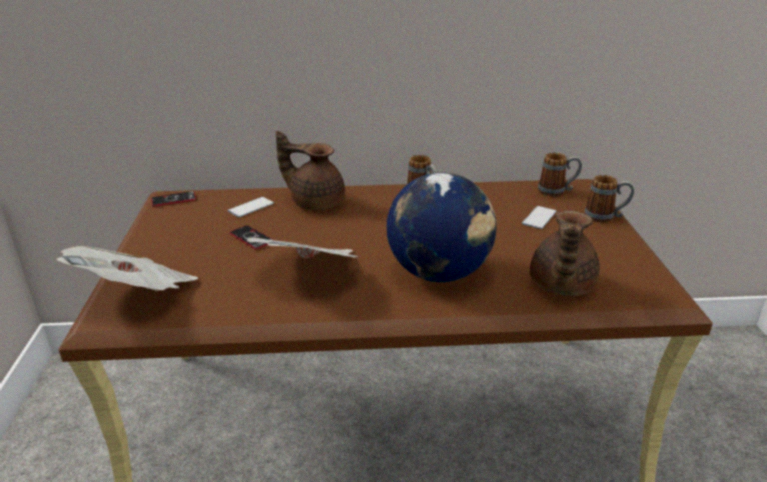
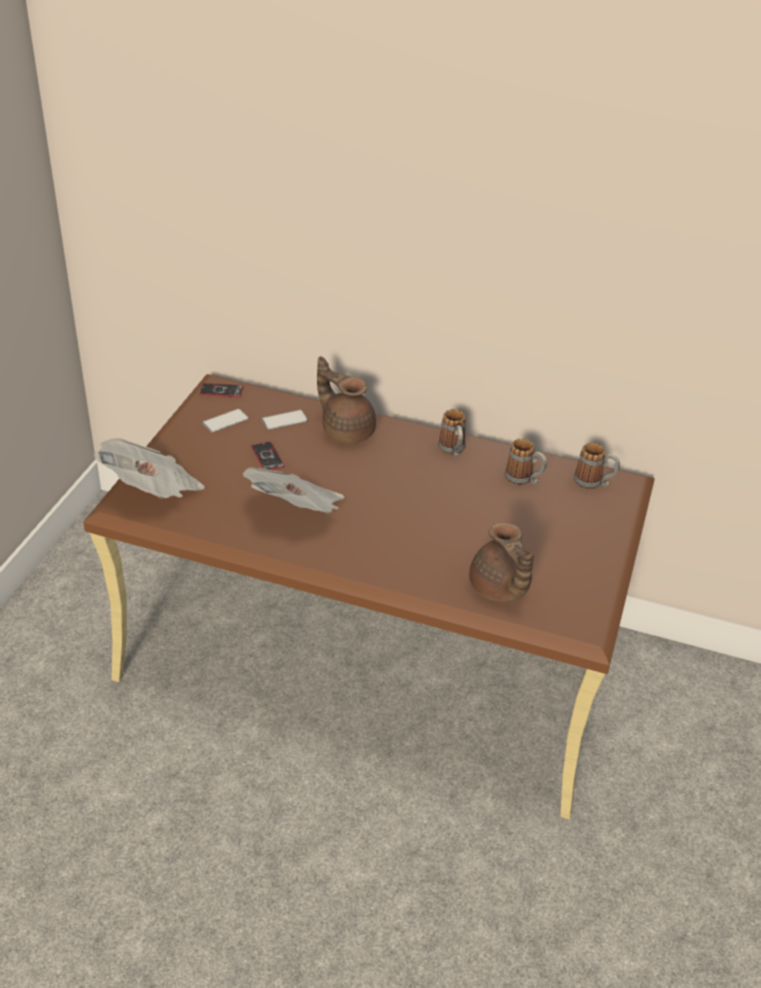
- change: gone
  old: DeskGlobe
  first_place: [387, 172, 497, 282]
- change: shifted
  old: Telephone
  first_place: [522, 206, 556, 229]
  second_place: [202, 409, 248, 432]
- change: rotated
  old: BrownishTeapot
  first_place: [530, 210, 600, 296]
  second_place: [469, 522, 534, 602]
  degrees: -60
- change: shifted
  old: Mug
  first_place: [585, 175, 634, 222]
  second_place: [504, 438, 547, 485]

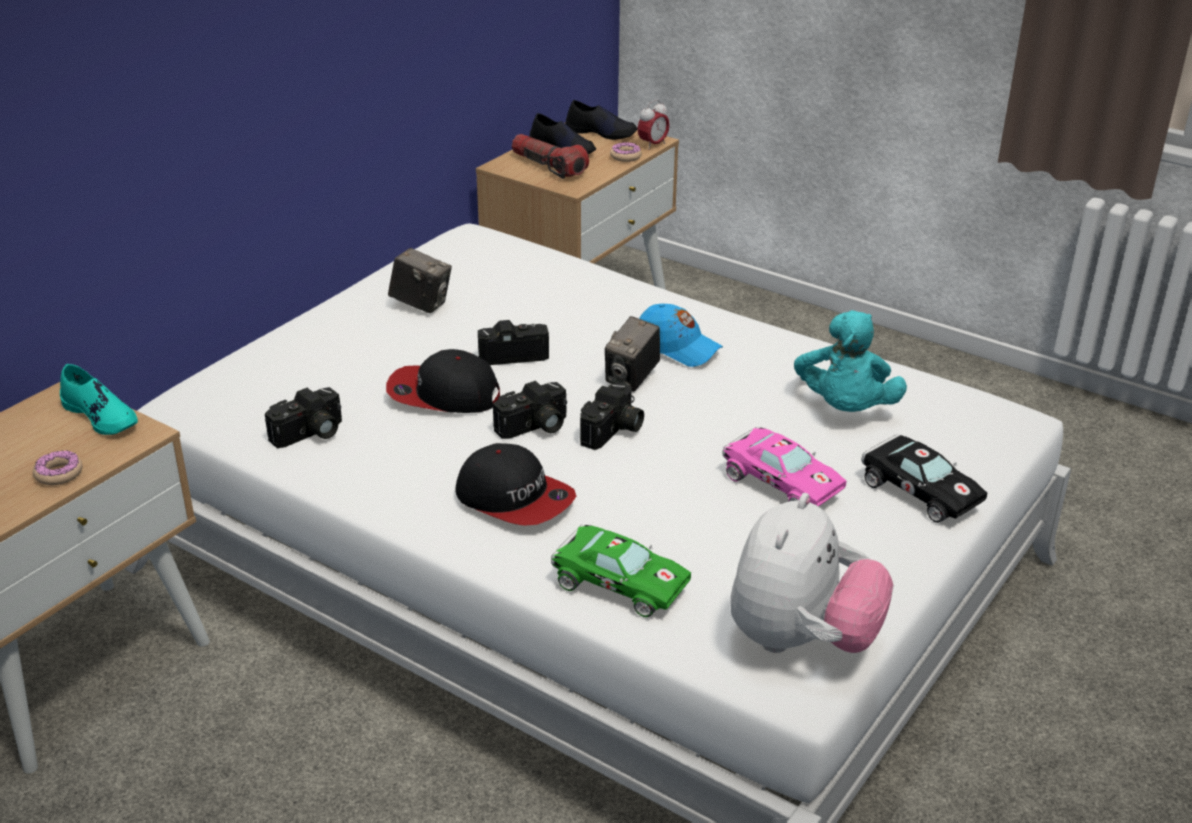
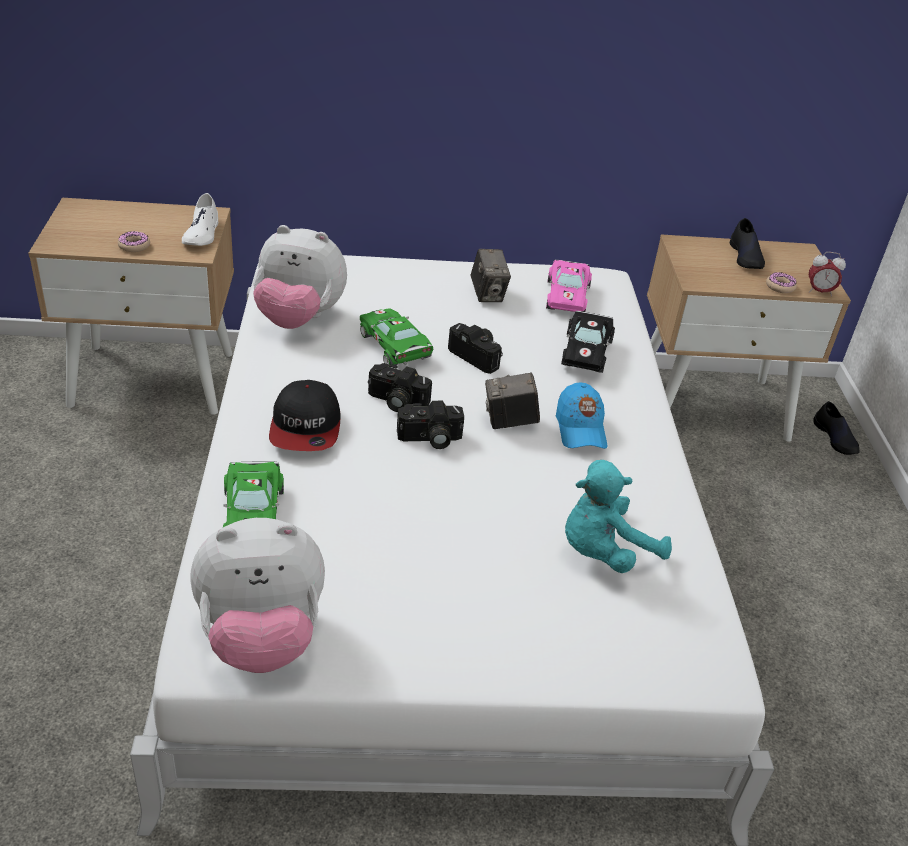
- change: repainted
  old: BlueGreenItemOfFootwear
  new: WhitishItemOfFootwear
  first_place: [60, 364, 138, 435]
  second_place: [182, 193, 218, 246]
- change: swapped
  old: StillCamera
  new: PlushToy
  first_place: [265, 387, 342, 448]
  second_place: [253, 225, 347, 329]
- change: swapped
  old: PeakedCap
  new: GreenModelCar
  first_place: [386, 349, 500, 413]
  second_place: [360, 308, 433, 366]
- change: gone
  old: HandTorch
  first_place: [512, 134, 589, 179]
- change: shifted
  old: BlackItemOfFootwear
  first_place: [566, 100, 638, 140]
  second_place: [813, 401, 860, 455]
- change: shifted
  old: PinkColouredModelCar
  first_place: [722, 427, 846, 506]
  second_place: [546, 260, 592, 312]
- change: shifted
  old: BlackModelCar
  first_place: [861, 434, 987, 523]
  second_place: [561, 311, 615, 373]

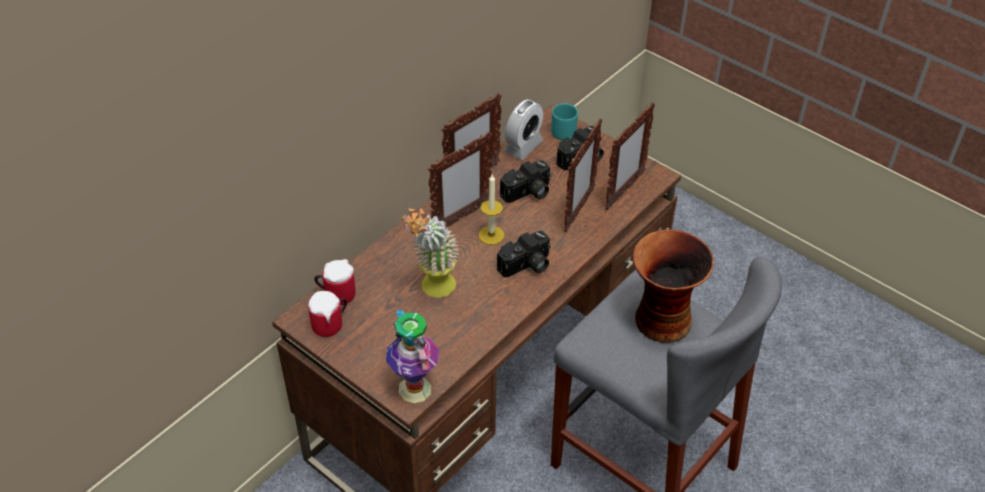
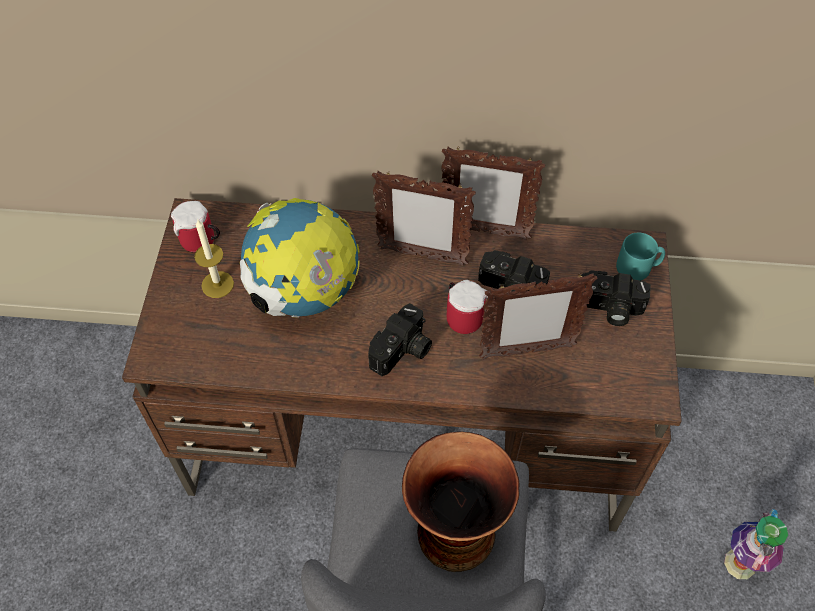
- change: shifted
  old: Mug
  first_place: [314, 259, 356, 305]
  second_place: [447, 280, 488, 334]
- change: shifted
  old: Vase
  first_place: [386, 310, 439, 403]
  second_place: [724, 509, 788, 579]
- change: swapped
  old: PottedPlant
  new: DeskGlobe
  first_place: [401, 208, 460, 298]
  second_place: [240, 198, 360, 318]
- change: shifted
  old: WaxLight
  first_place: [479, 175, 504, 245]
  second_place: [194, 220, 234, 298]
- change: rotated
  old: StillCamera
  first_place: [497, 231, 550, 277]
  second_place: [368, 303, 432, 376]
  degrees: -75
- change: gone
  old: TableClock
  first_place: [503, 100, 543, 160]
- change: gone
  old: StandingFrame
  first_place: [605, 102, 655, 210]

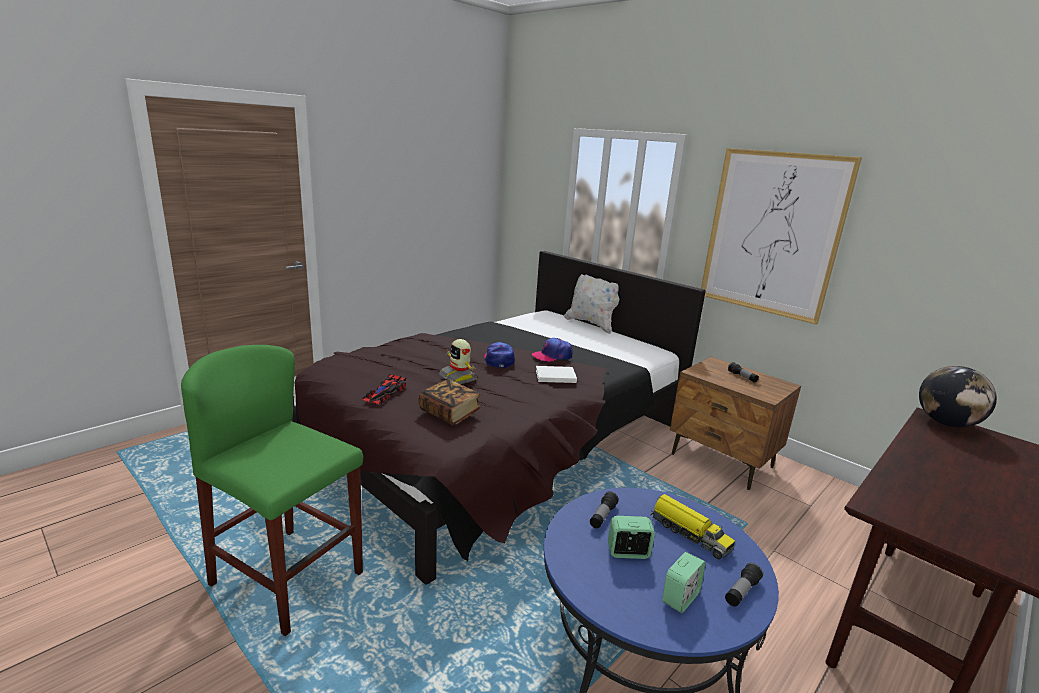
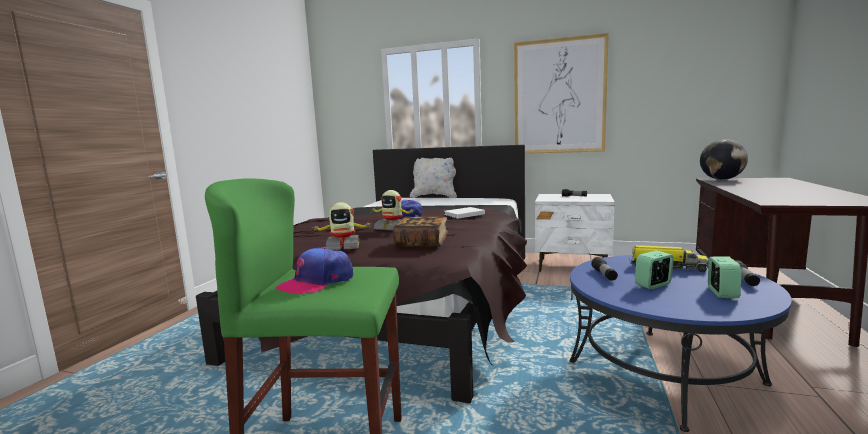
- change: swapped
  old: ModelCar
  new: ToyRobot
  first_place: [362, 374, 406, 404]
  second_place: [311, 202, 372, 250]
- change: shifted
  old: PeakedCap
  first_place: [532, 338, 573, 362]
  second_place: [276, 247, 353, 295]
- change: repainted
  old: BrownishBedsideTable
  new: WhitishBedsideTable
  first_place: [670, 357, 801, 490]
  second_place: [535, 194, 615, 272]

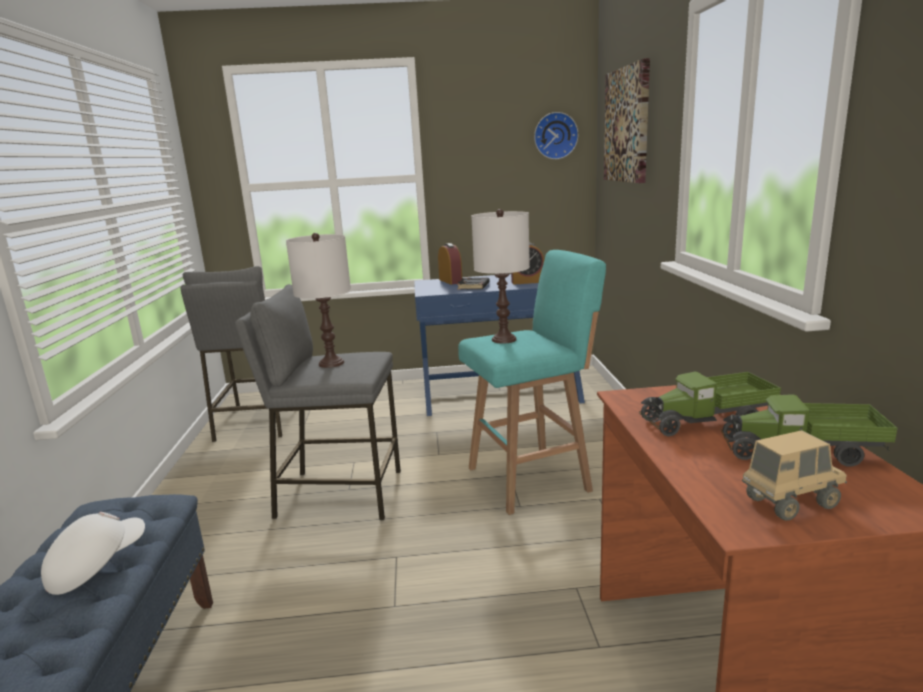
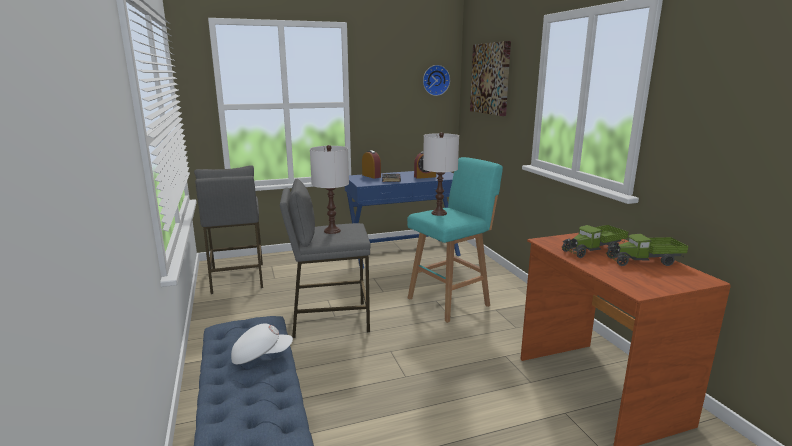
- change: rotated
  old: WhitishPeakedCap
  first_place: [41, 512, 145, 595]
  second_place: [231, 323, 293, 364]
  degrees: 60
- change: gone
  old: ToyTruck
  first_place: [742, 430, 847, 521]

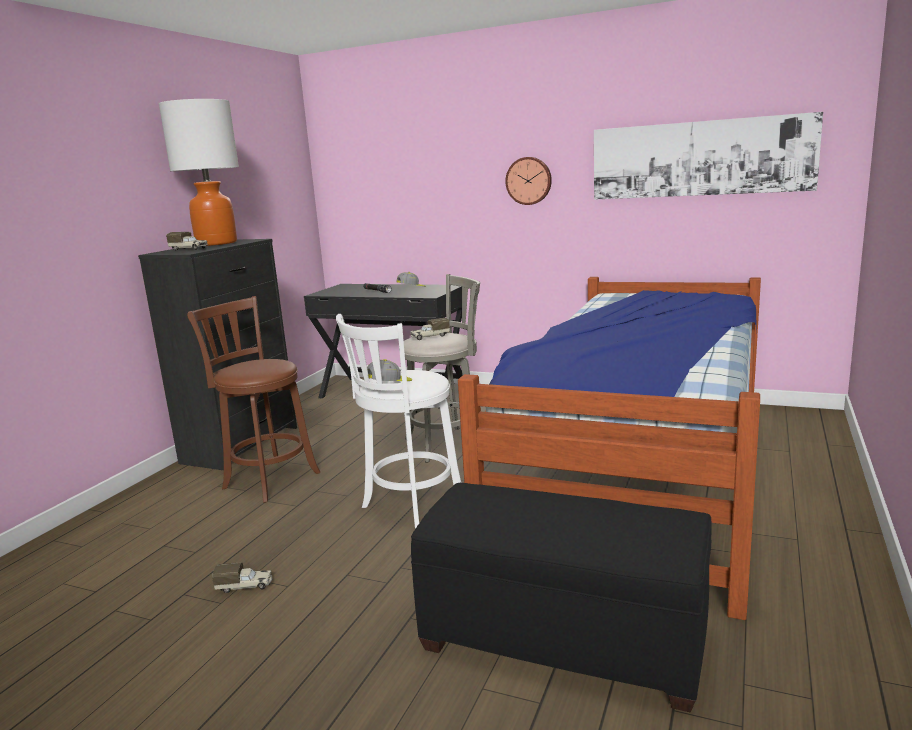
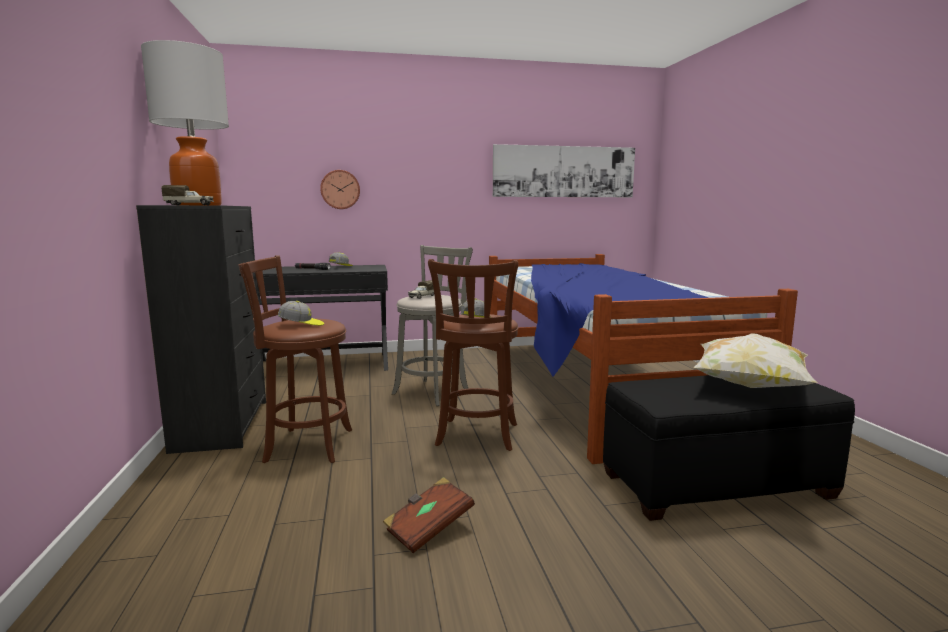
- change: swapped
  old: ToyTruck
  new: BrownishBoundBook
  first_place: [212, 563, 273, 593]
  second_place: [383, 477, 475, 553]
- change: repainted
  old: WhitishStool
  new: BrownishStool
  first_place: [336, 314, 461, 529]
  second_place: [428, 259, 519, 451]
- change: shifted
  old: ClockOnTheWall
  first_place: [505, 157, 552, 205]
  second_place: [320, 170, 360, 209]
- change: new
  new: PeakedCap
  second_place: [278, 301, 324, 326]
- change: new
  new: ThrowPillow
  second_place: [693, 333, 818, 388]

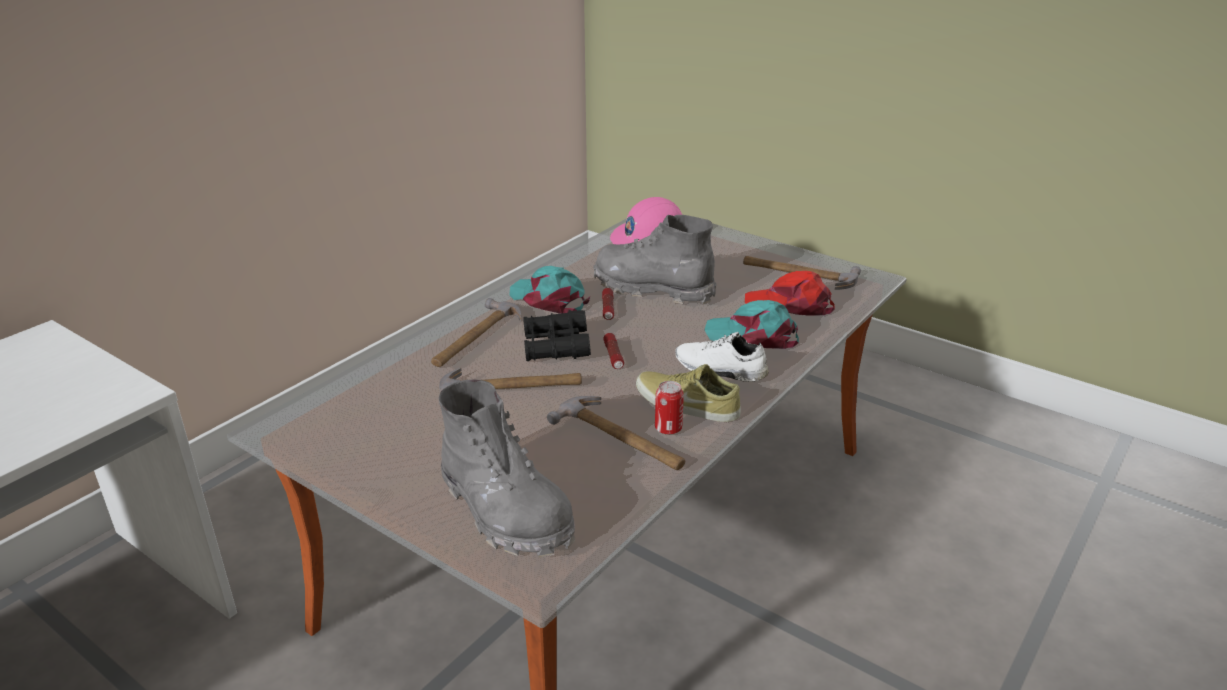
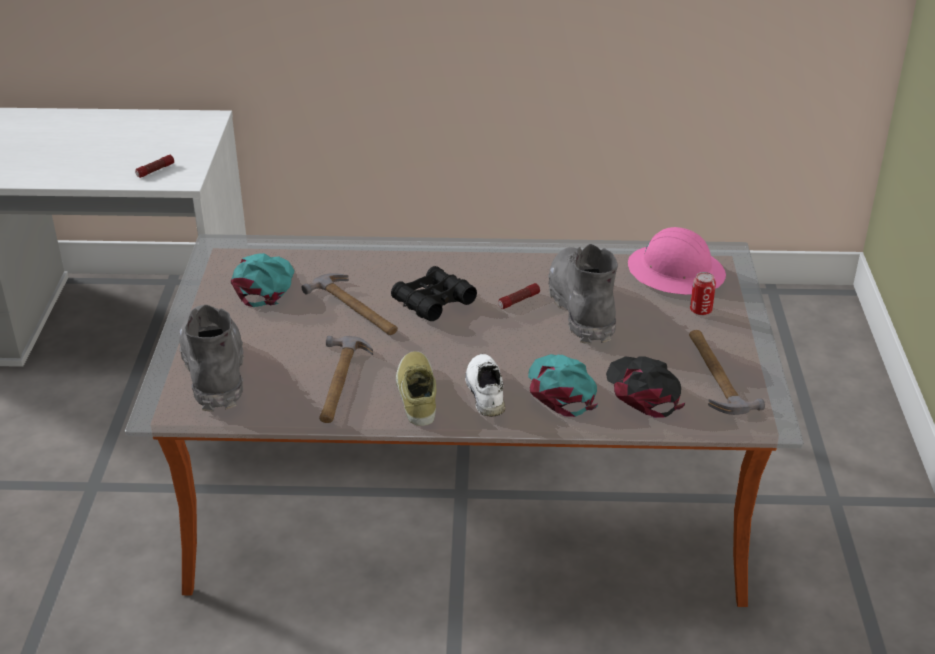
- change: gone
  old: Hammer
  first_place: [431, 298, 522, 367]
- change: rotated
  old: GreyishHighTopBoot
  first_place: [438, 379, 575, 558]
  second_place: [179, 305, 244, 412]
  degrees: 150
- change: shifted
  old: BlueGreenPeakedCap
  first_place: [509, 266, 590, 314]
  second_place: [231, 253, 294, 307]
- change: shifted
  old: HandTorch
  first_place: [603, 333, 624, 369]
  second_place: [135, 155, 174, 178]
- change: shifted
  old: MetalCan
  first_place: [655, 381, 684, 435]
  second_place: [690, 272, 716, 315]
- change: repainted
  old: ReddishPeakedCap
  new: BlackPeakedCap
  first_place: [745, 271, 835, 316]
  second_place: [606, 356, 686, 418]

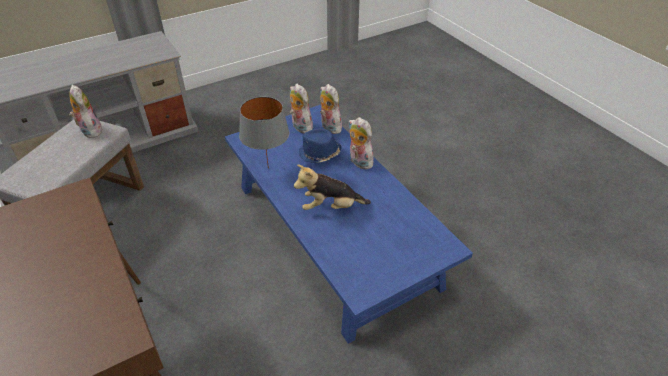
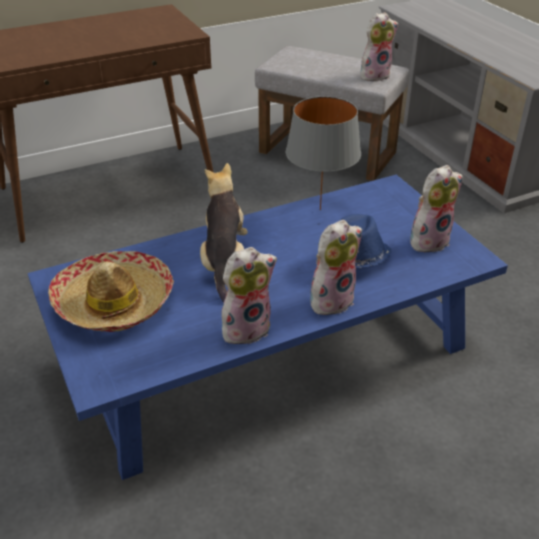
- change: shifted
  old: PlushToy
  first_place: [320, 84, 342, 134]
  second_place: [221, 247, 277, 344]
- change: new
  new: WearableHat
  second_place: [48, 251, 174, 332]

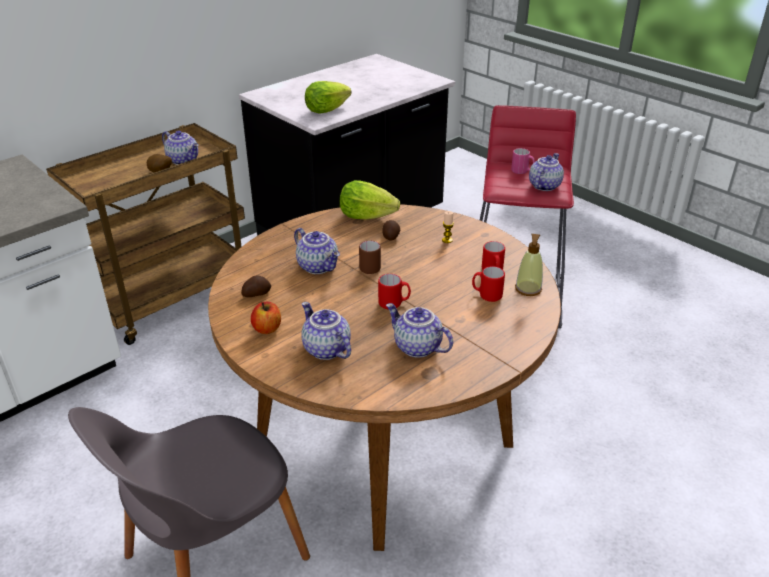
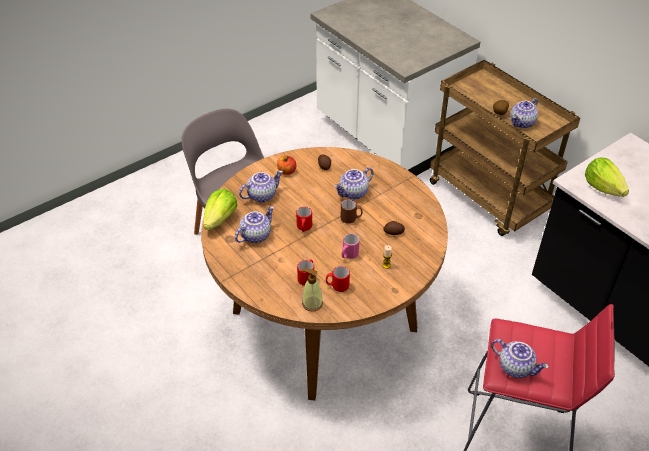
- change: shifted
  old: HeadOfLettuce
  first_place: [340, 180, 400, 219]
  second_place: [203, 189, 237, 230]
- change: shifted
  old: PinkColouredMug
  first_place: [511, 148, 535, 174]
  second_place: [341, 234, 360, 259]

